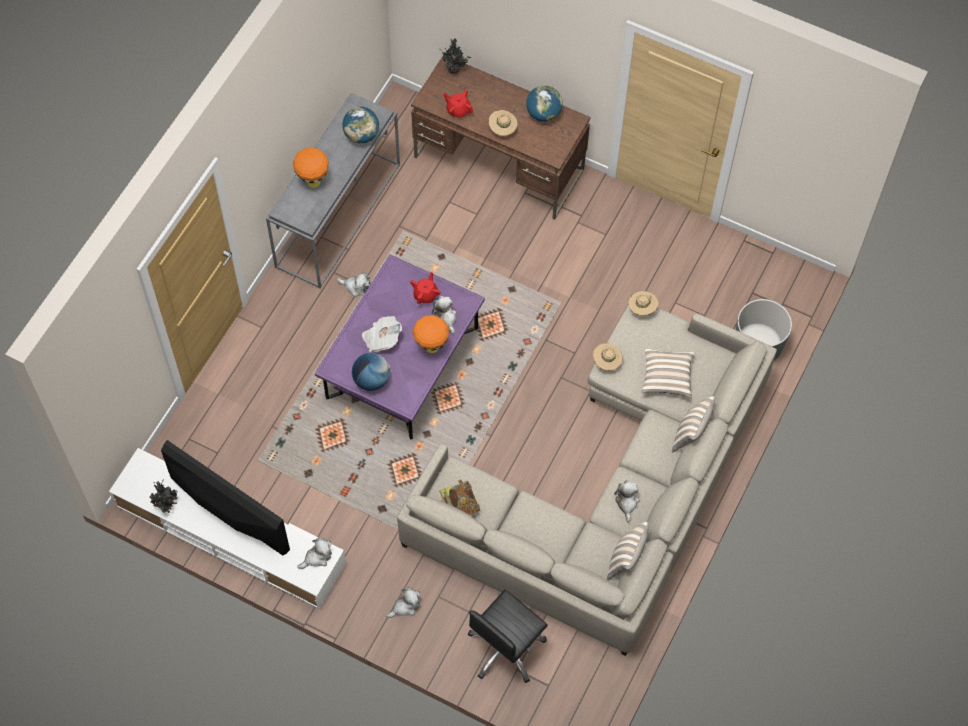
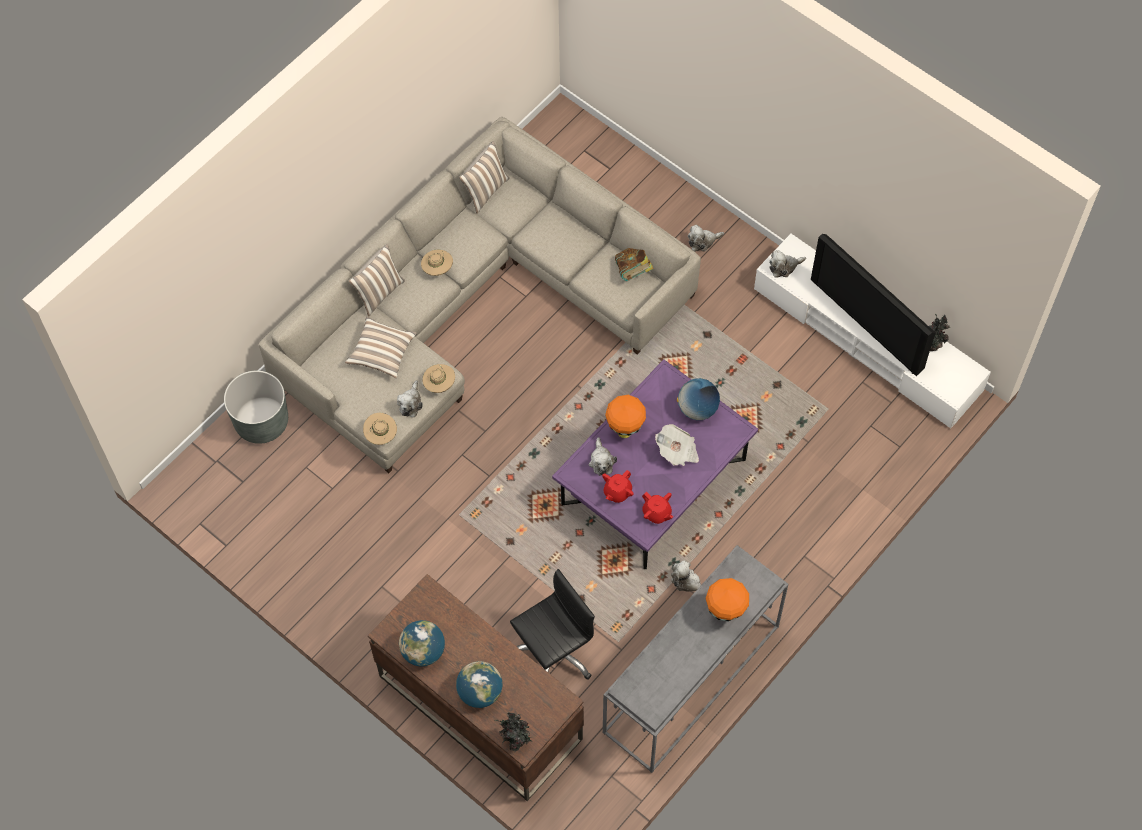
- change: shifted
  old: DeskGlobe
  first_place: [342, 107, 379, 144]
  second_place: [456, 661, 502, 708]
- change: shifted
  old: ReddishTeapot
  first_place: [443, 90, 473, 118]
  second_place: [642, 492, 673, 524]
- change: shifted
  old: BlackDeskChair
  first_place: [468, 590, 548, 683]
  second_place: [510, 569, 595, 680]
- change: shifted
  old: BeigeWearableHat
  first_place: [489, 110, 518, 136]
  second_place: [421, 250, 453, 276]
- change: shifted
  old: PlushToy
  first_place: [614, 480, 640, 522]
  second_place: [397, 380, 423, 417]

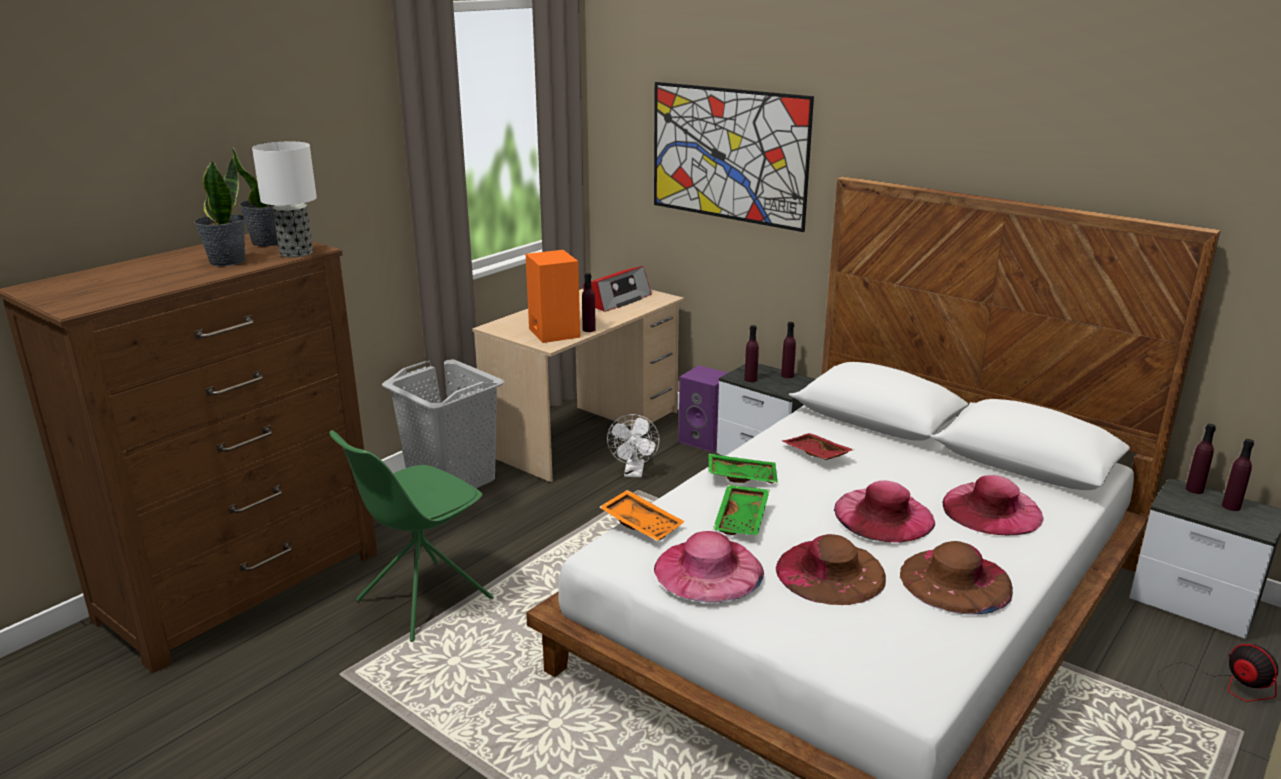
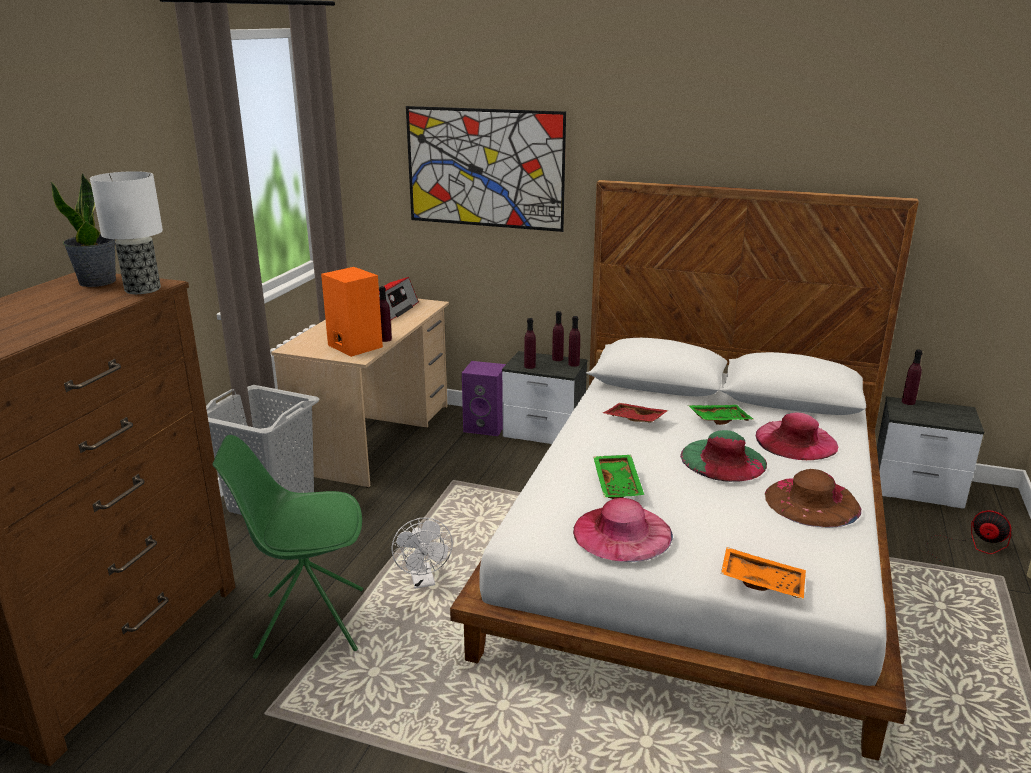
- change: gone
  old: PottedPlant
  first_place: [194, 157, 246, 266]
- change: rotated
  old: GreenUprightChair
  first_place: [330, 430, 493, 642]
  second_place: [212, 435, 363, 659]
  degrees: 60
- change: shifted
  old: OrangeColouredServingTray
  first_place: [599, 490, 685, 541]
  second_place: [721, 547, 806, 599]
- change: shifted
  old: WhitishCoolingFan
  first_place: [607, 414, 660, 478]
  second_place: [392, 518, 453, 588]
- change: shifted
  old: GreenServingTray
  first_place: [709, 453, 778, 483]
  second_place: [688, 405, 753, 425]
- change: gone
  old: BrownishWearableHat
  first_place: [776, 534, 886, 605]
- change: repainted
  old: PinkColouredWearableHat
  new: GreenWearableHat
  first_place: [834, 480, 935, 543]
  second_place: [680, 430, 767, 482]
- change: shifted
  old: PurpleDrinkBottle
  first_place: [1222, 439, 1254, 511]
  second_place: [568, 316, 580, 367]

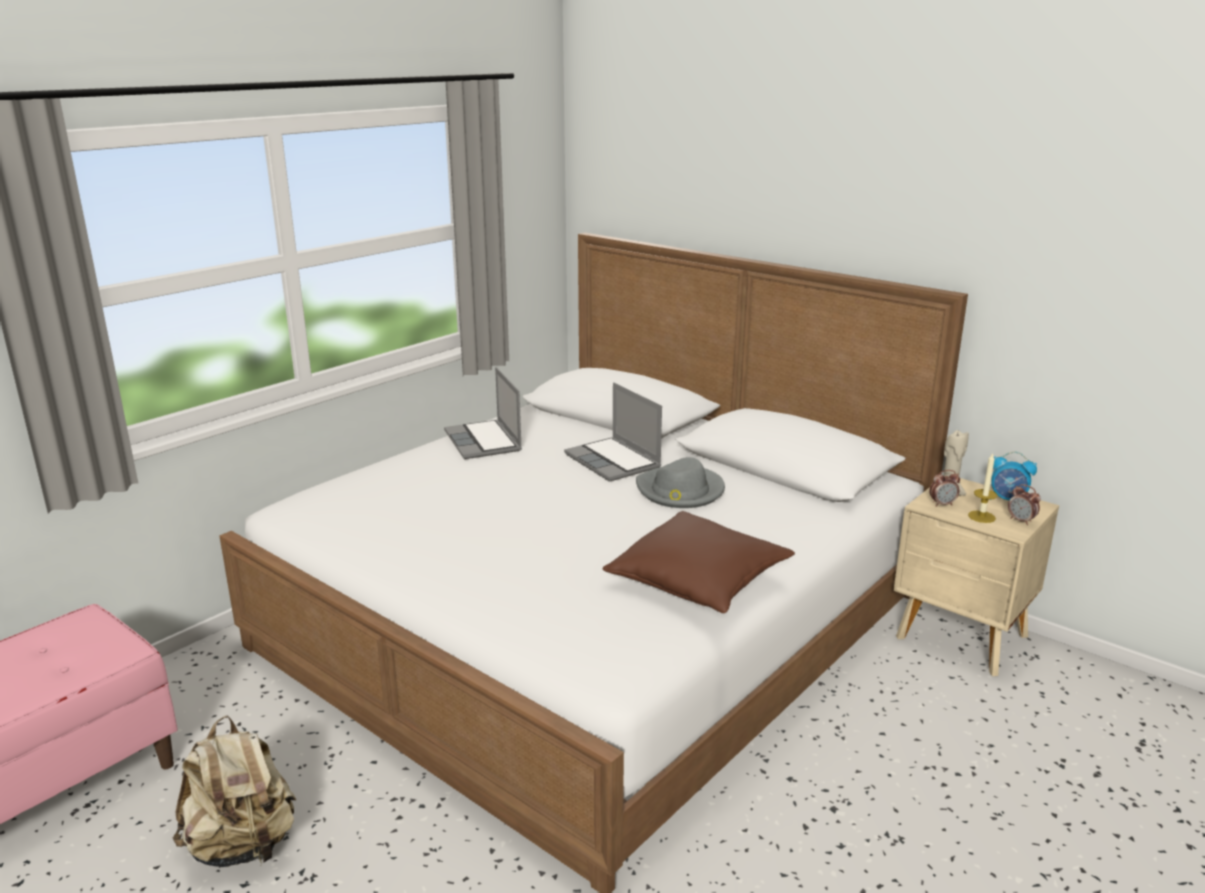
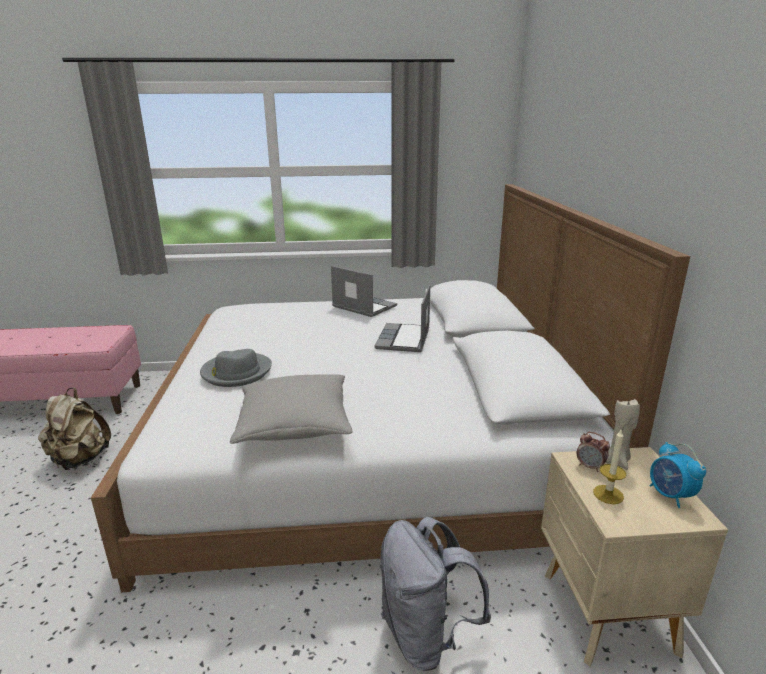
- change: rotated
  old: PortableComputer
  first_place: [444, 367, 522, 459]
  second_place: [331, 266, 397, 317]
  degrees: 105
- change: repainted
  old: BrownishThrowPillow
  new: GreyishThrowPillow
  first_place: [603, 511, 795, 613]
  second_place: [230, 374, 352, 444]
- change: shifted
  old: GreyishWearableHat
  first_place: [636, 457, 725, 508]
  second_place: [200, 349, 272, 387]
- change: gone
  old: TableClock
  first_place: [1008, 484, 1041, 525]
- change: new
  new: GreyishBackpack
  second_place: [380, 517, 491, 671]

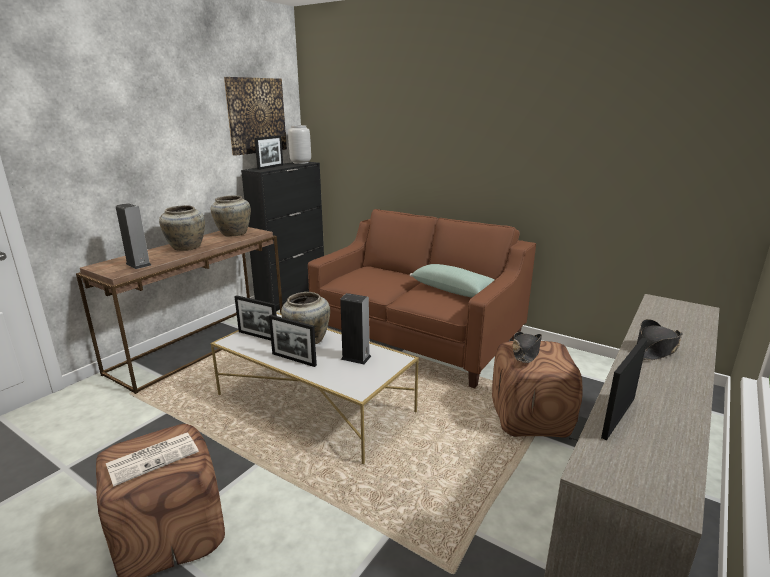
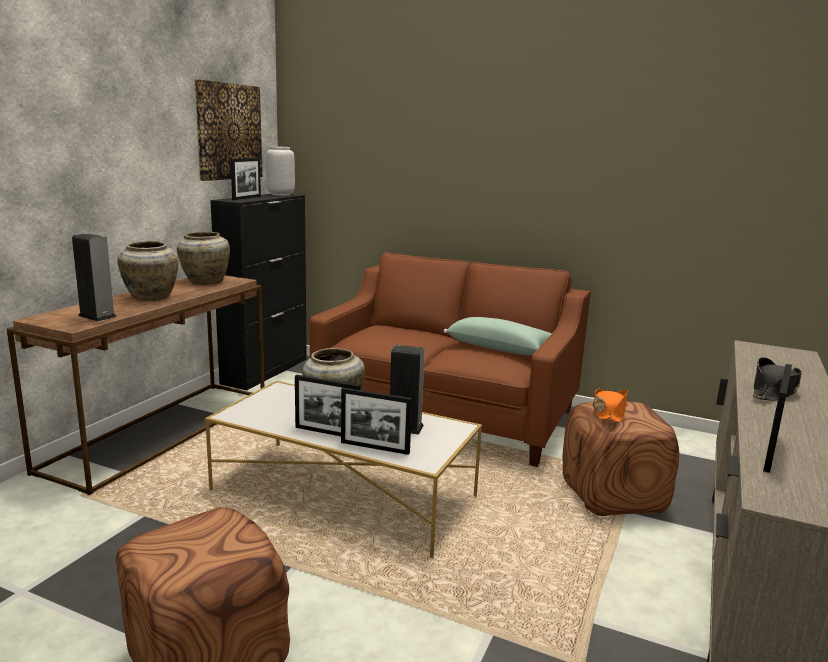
- change: gone
  old: DailyPaper
  first_place: [106, 432, 199, 487]
- change: shifted
  old: StandingFrame
  first_place: [234, 295, 277, 340]
  second_place: [341, 388, 412, 455]
- change: repainted
  old: BlackWearableHat
  new: OrangeColouredWearableHat
  first_place: [513, 332, 542, 363]
  second_place: [593, 389, 628, 423]

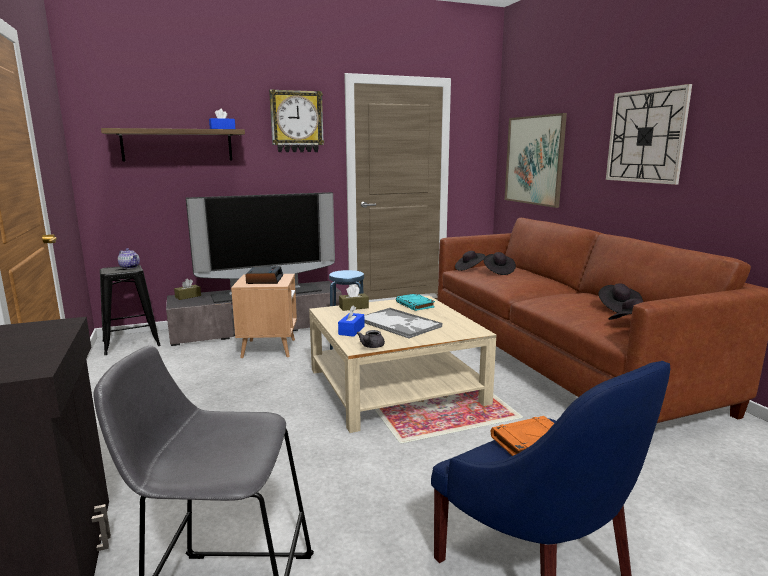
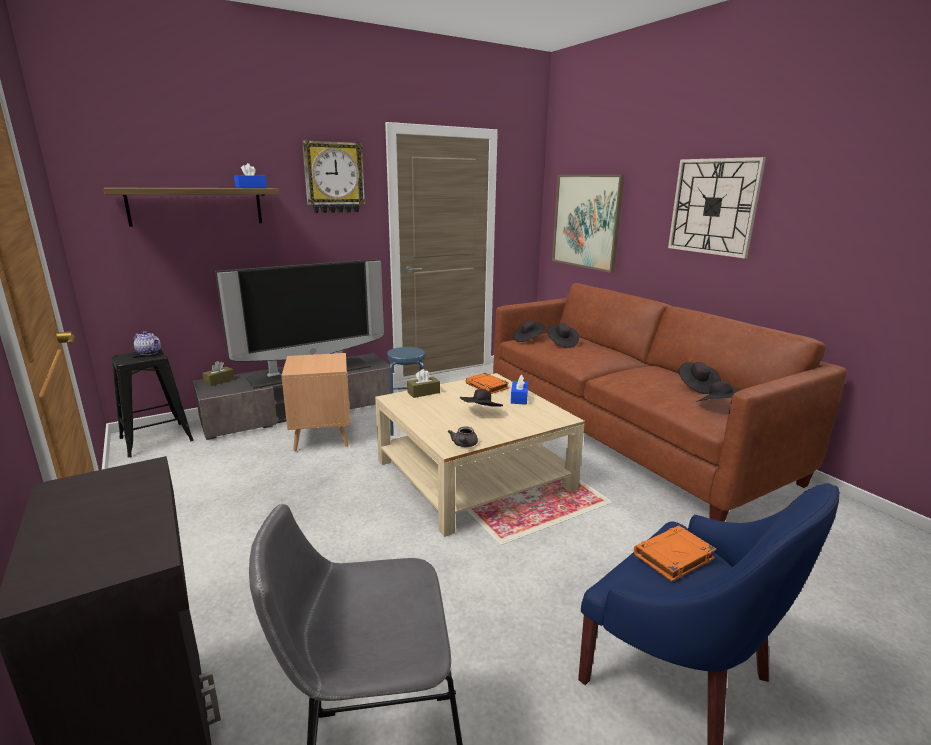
- change: gone
  old: TableClock
  first_place: [245, 266, 283, 284]
- change: shifted
  old: BlueColouredBoxOfTissues
  first_place: [338, 305, 365, 337]
  second_place: [511, 375, 528, 405]
- change: swapped
  old: ServingTray
  new: BlackWearableHat
  first_place: [364, 308, 442, 339]
  second_place: [460, 389, 503, 407]
- change: repainted
  old: BlueGreenBoundBook
  new: OrangeColouredBoundBook
  first_place: [396, 293, 435, 311]
  second_place: [466, 373, 509, 394]

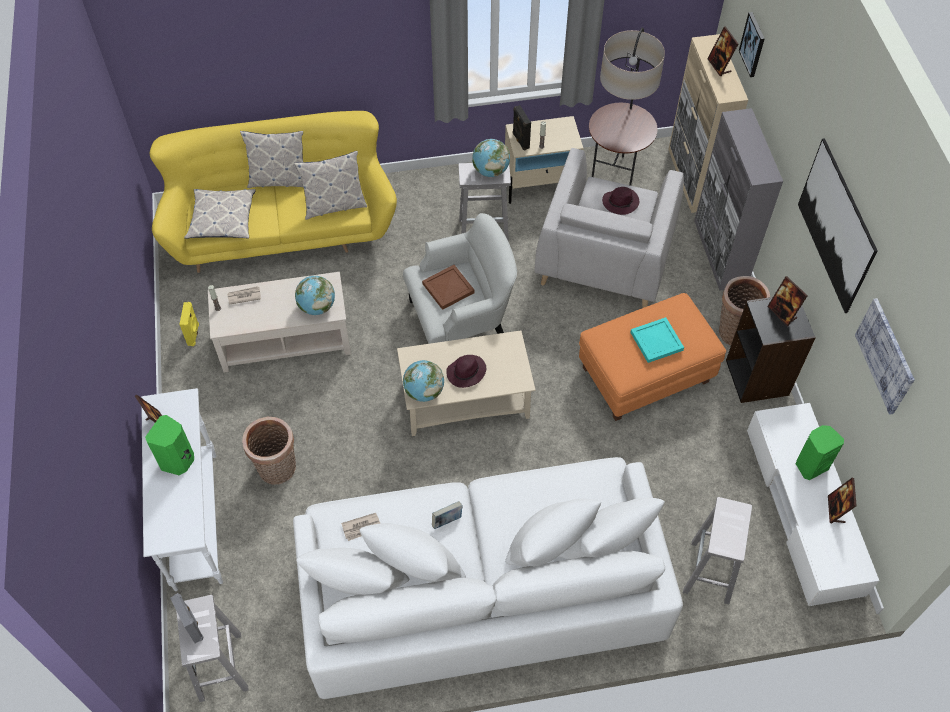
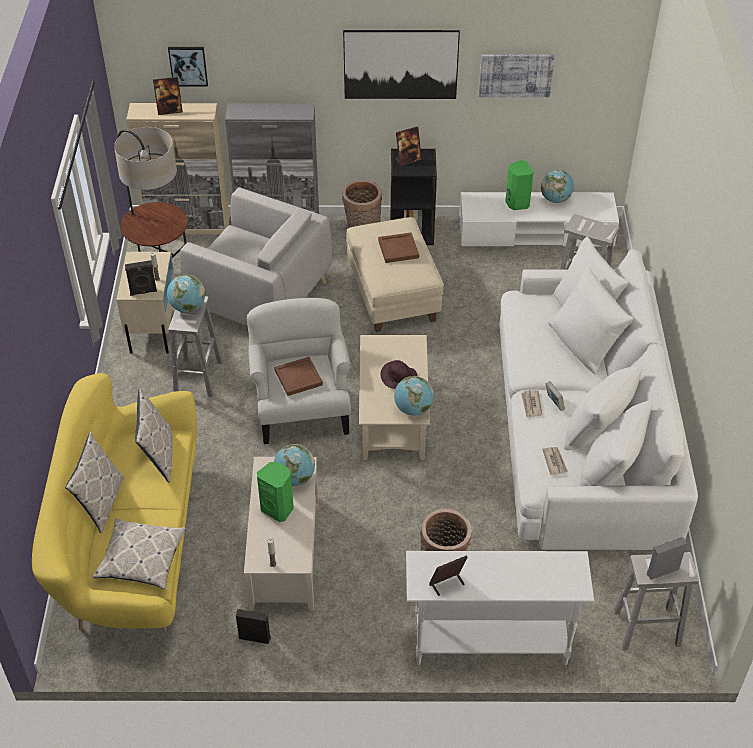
- change: shifted
  old: GreenAudioSpeaker
  first_place: [145, 415, 194, 475]
  second_place: [257, 462, 294, 522]
- change: repainted
  old: YellowAudioSpeaker
  new: BlackAudioSpeaker
  first_place: [179, 302, 199, 346]
  second_place: [236, 609, 271, 644]
- change: shifted
  old: DailyPaper
  first_place: [227, 286, 261, 305]
  second_place: [521, 390, 542, 418]
- change: repainted
  old: OrangeColouredFootrest
  new: BeigeFootrest
  first_place: [579, 293, 726, 421]
  second_place: [346, 217, 444, 332]
- change: gone
  old: PurpleWearableHat
  first_place: [602, 187, 640, 215]
- change: repainted
  old: BlueGreenServingTray
  new: BrownishServingTray
  first_place: [630, 317, 684, 363]
  second_place: [378, 232, 419, 263]
- change: swapped
  old: StandingFrame
  new: DeskGlobe
  first_place: [828, 478, 857, 523]
  second_place: [541, 170, 574, 203]

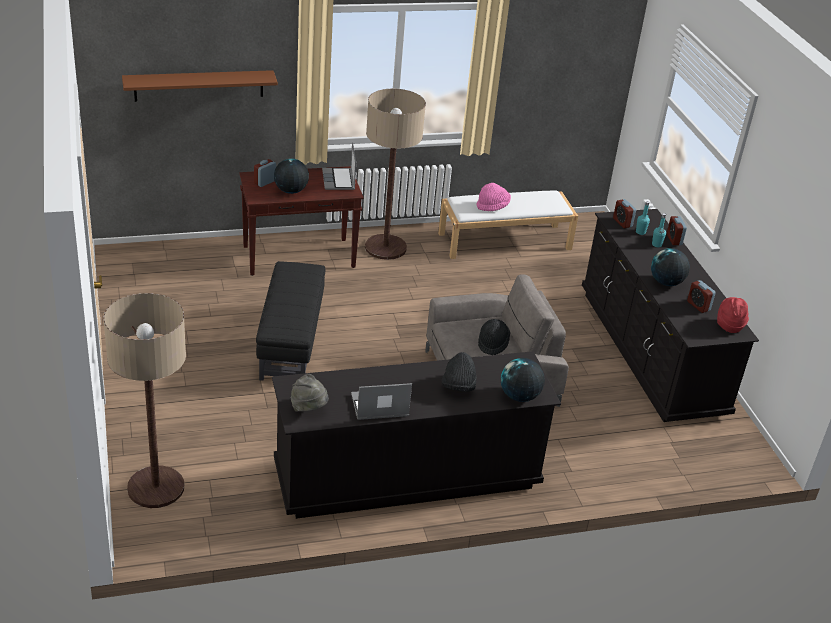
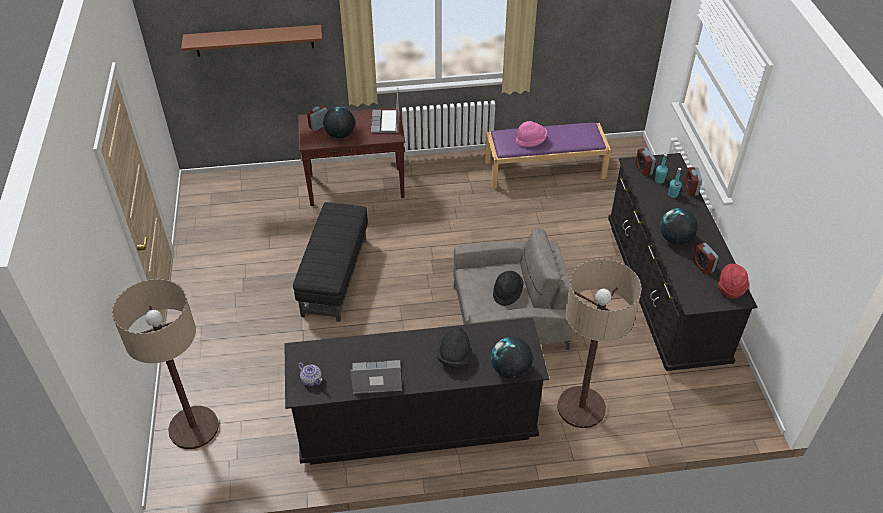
- change: swapped
  old: GreyishWearableHat
  new: Teapot
  first_place: [291, 374, 329, 411]
  second_place: [298, 362, 322, 386]
- change: shifted
  old: FloorLamp
  first_place: [365, 89, 426, 260]
  second_place: [557, 259, 642, 428]
- change: repainted
  old: WhitishIndoorBench
  new: PurpleIndoorBench
  first_place: [438, 190, 578, 259]
  second_place: [485, 123, 611, 189]

